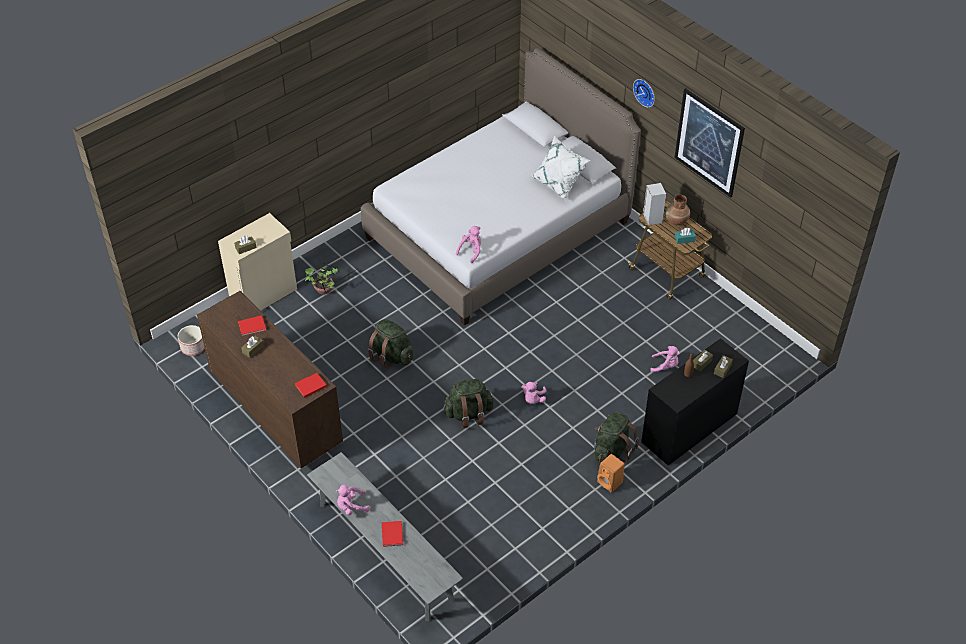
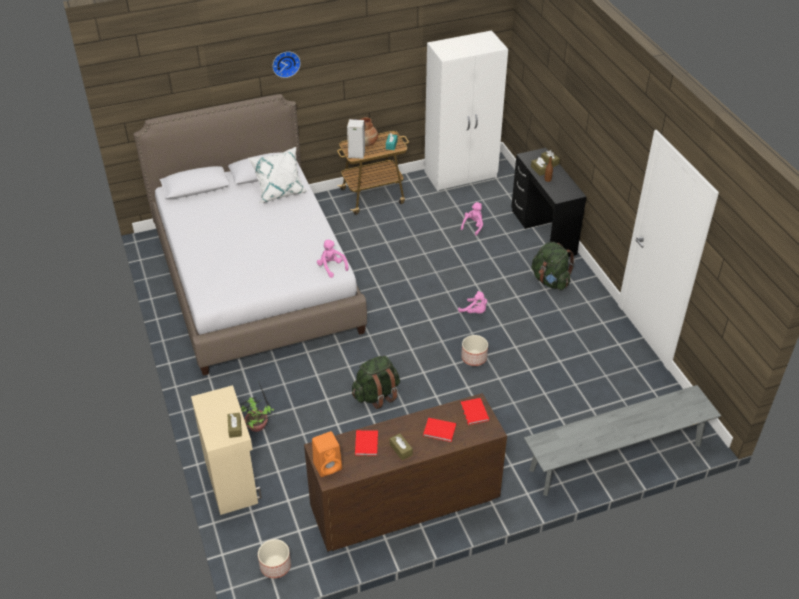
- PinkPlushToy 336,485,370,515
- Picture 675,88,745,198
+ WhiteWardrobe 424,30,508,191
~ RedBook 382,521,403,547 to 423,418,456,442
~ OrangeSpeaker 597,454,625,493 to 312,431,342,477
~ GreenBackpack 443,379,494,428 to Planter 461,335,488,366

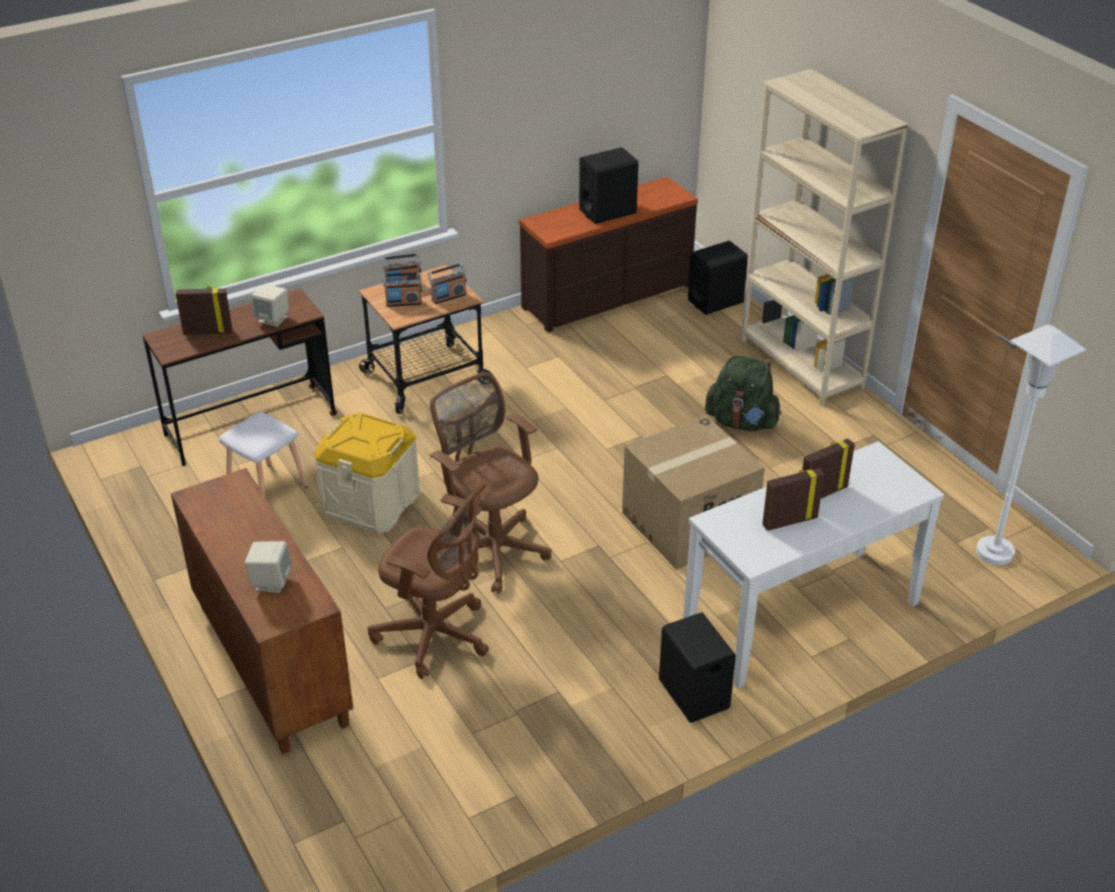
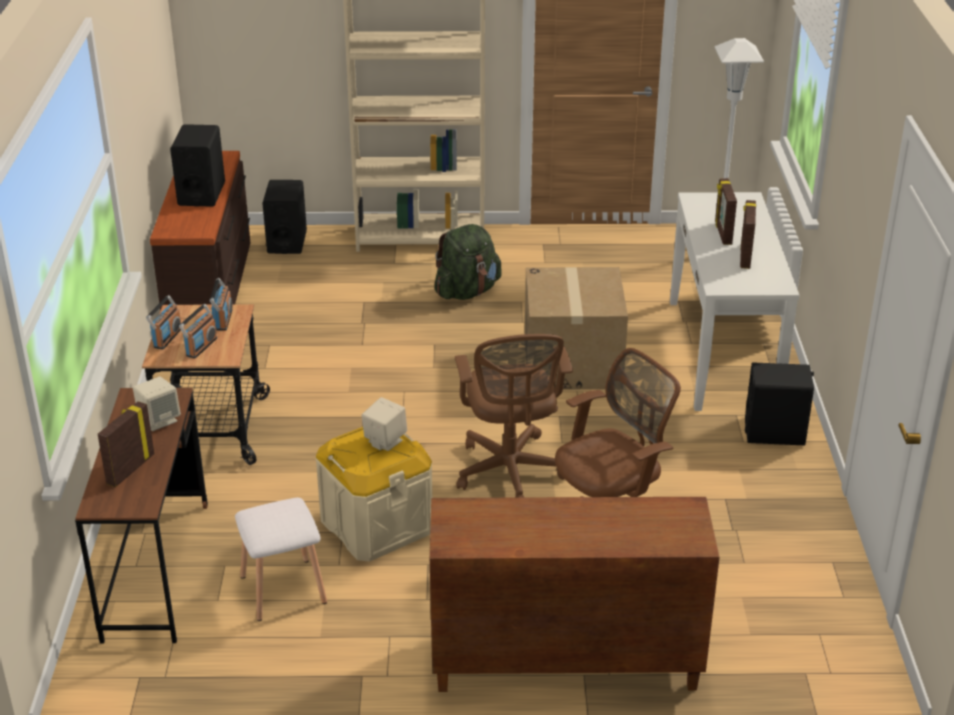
~ BeigeSpeaker 244,541,292,593 to 362,397,407,451
~ BrownOfficeChair 429,372,551,594 = 455,334,573,498 90 degrees counterclockwise

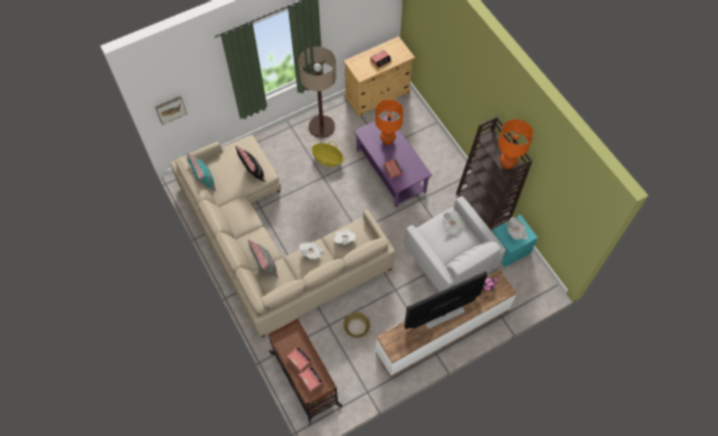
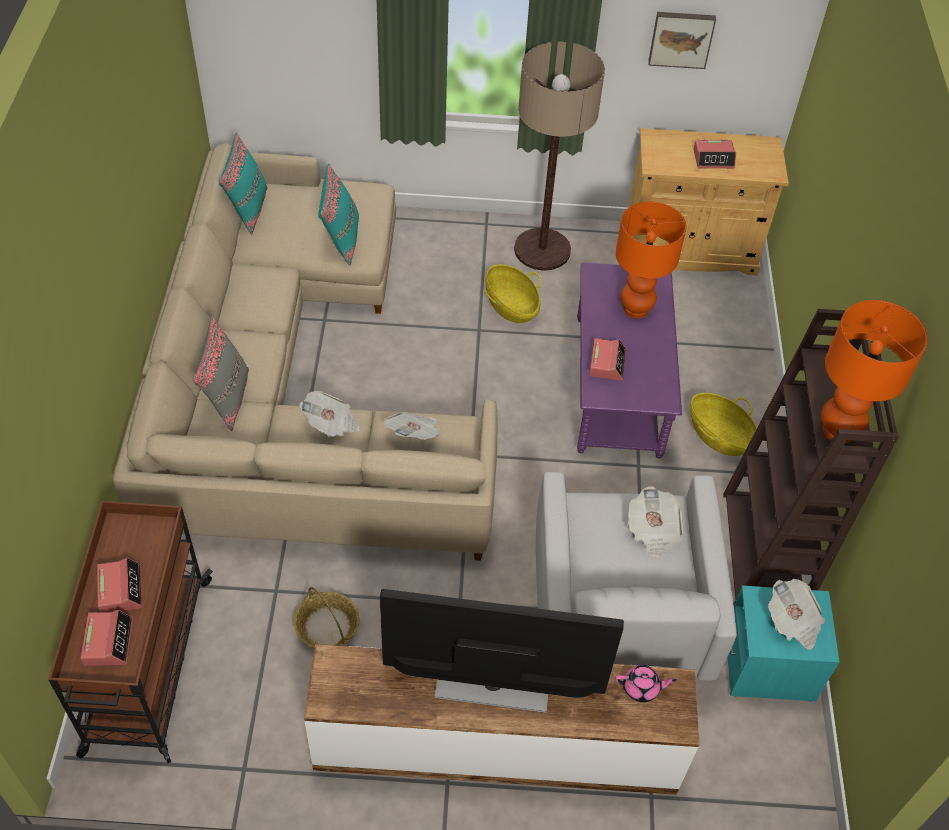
+ Basket 690,393,757,456
~ Picture 155,96,187,125 to 648,12,716,69
~ BlackPillow 235,146,266,182 to TurquoisePillow 318,163,359,266

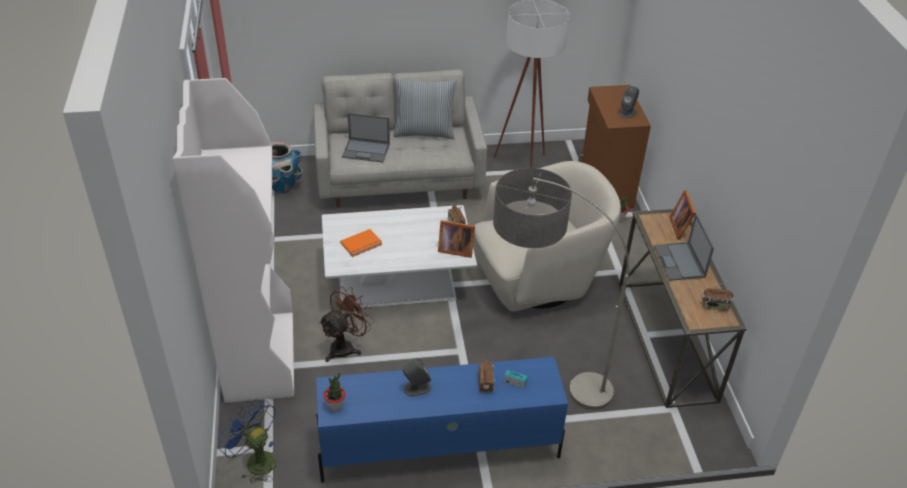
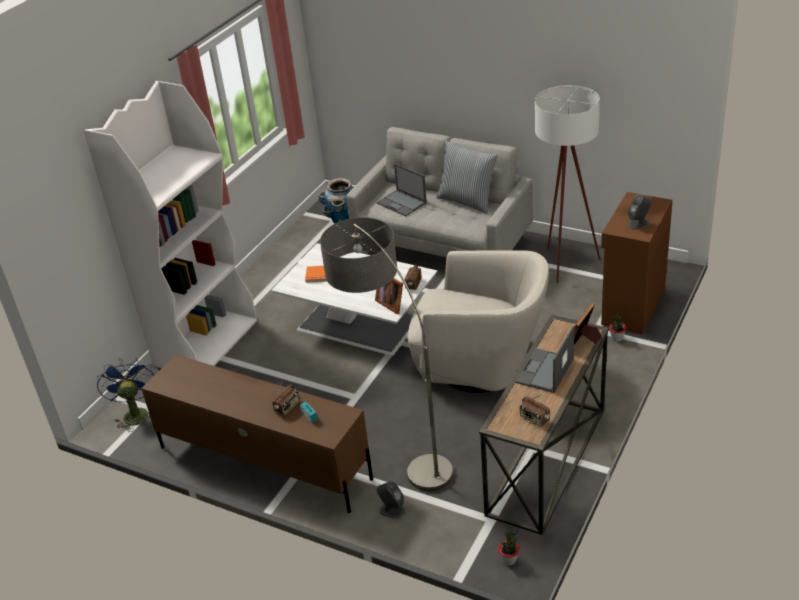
- BrownFan 319,287,374,362
~ PottedPlant 324,373,345,411 to 498,530,520,566
~ GreySpeaker 403,358,431,396 to 376,481,405,518
~ BlueTvStand 316,357,568,483 to BrownTvStand 141,354,373,513

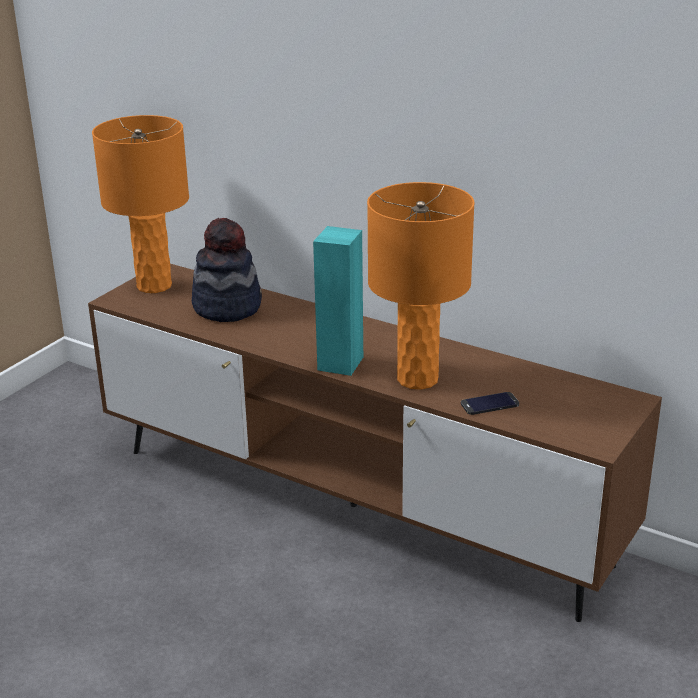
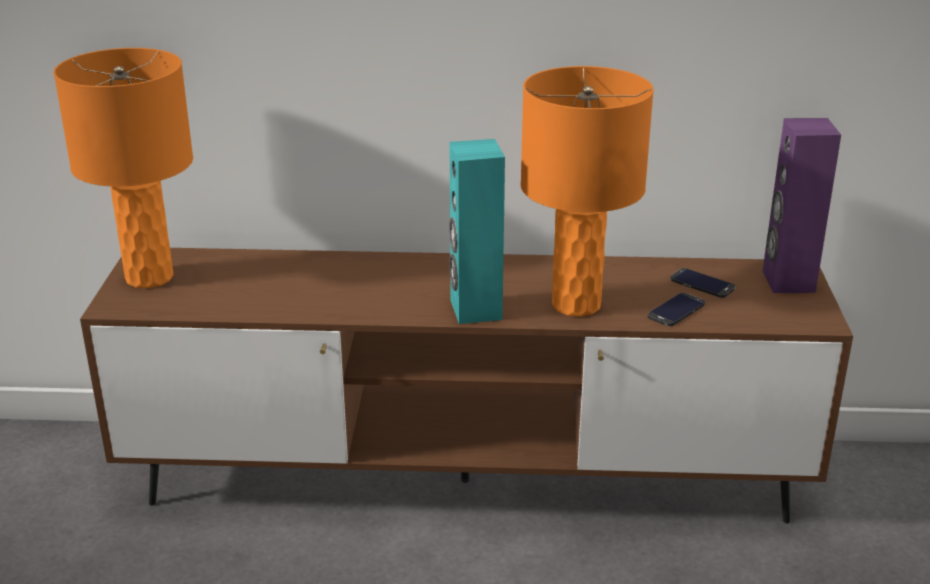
- Hat 192,218,262,322
+ Phone 670,268,735,298
+ PurpleSpeaker 763,118,841,293

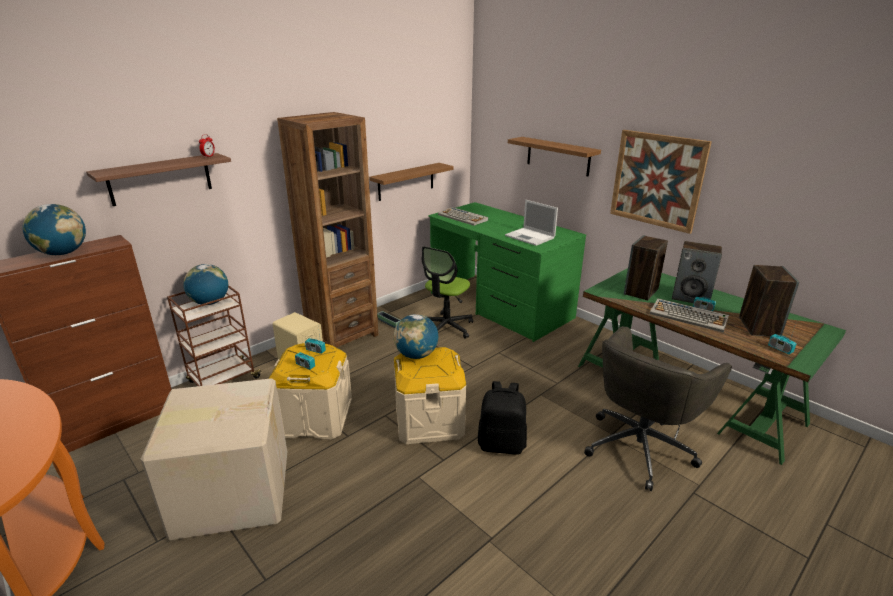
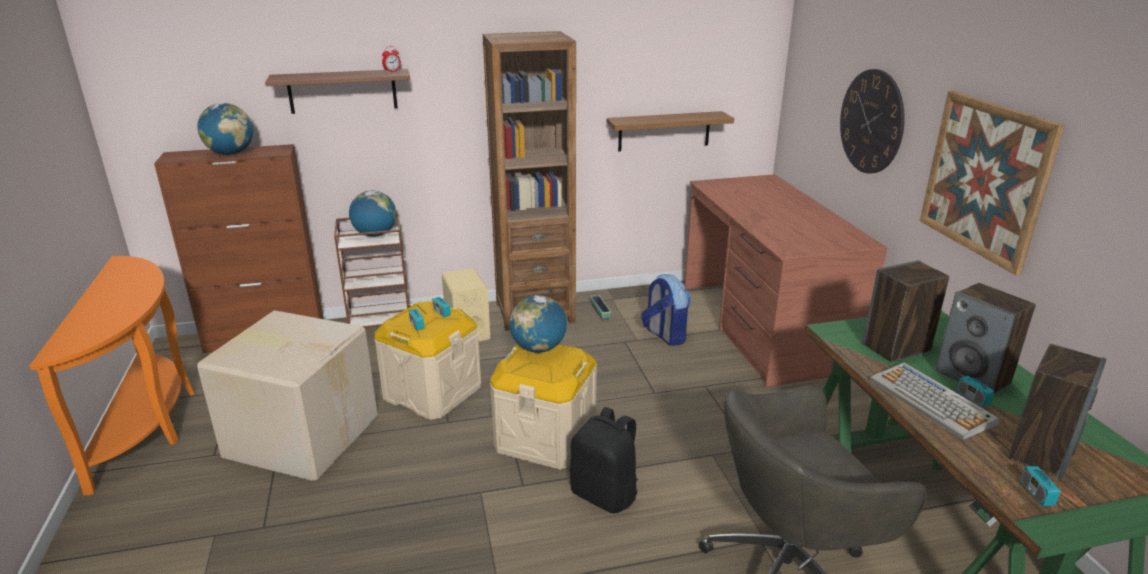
- Keyboard 438,207,488,226
- Laptop 505,200,558,246
~ OfficeChair 421,246,473,338 to Backpack 641,274,691,346
~ Shelf 508,137,601,176 to WallClock 840,69,905,174
~ GreenDesk 428,202,586,342 to BrownDesk 685,174,887,387

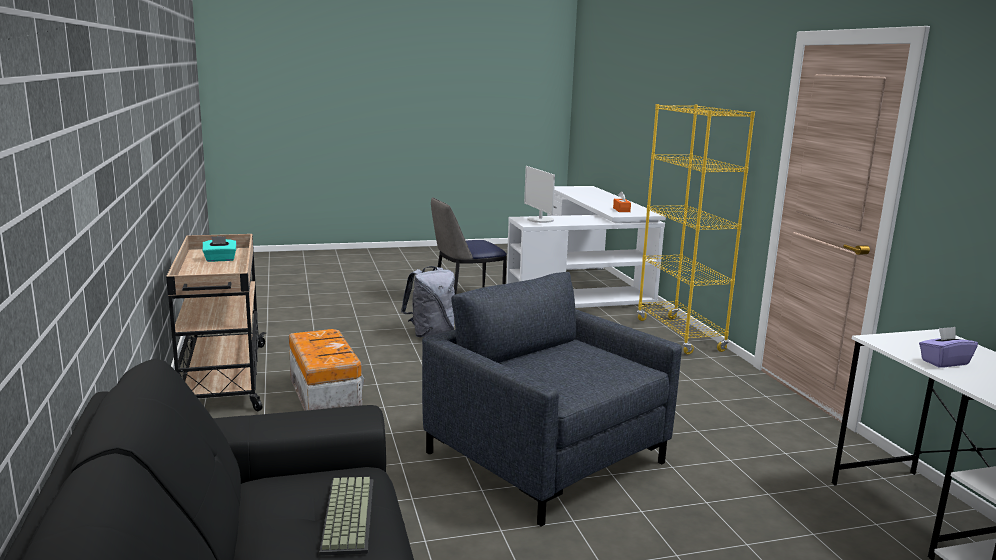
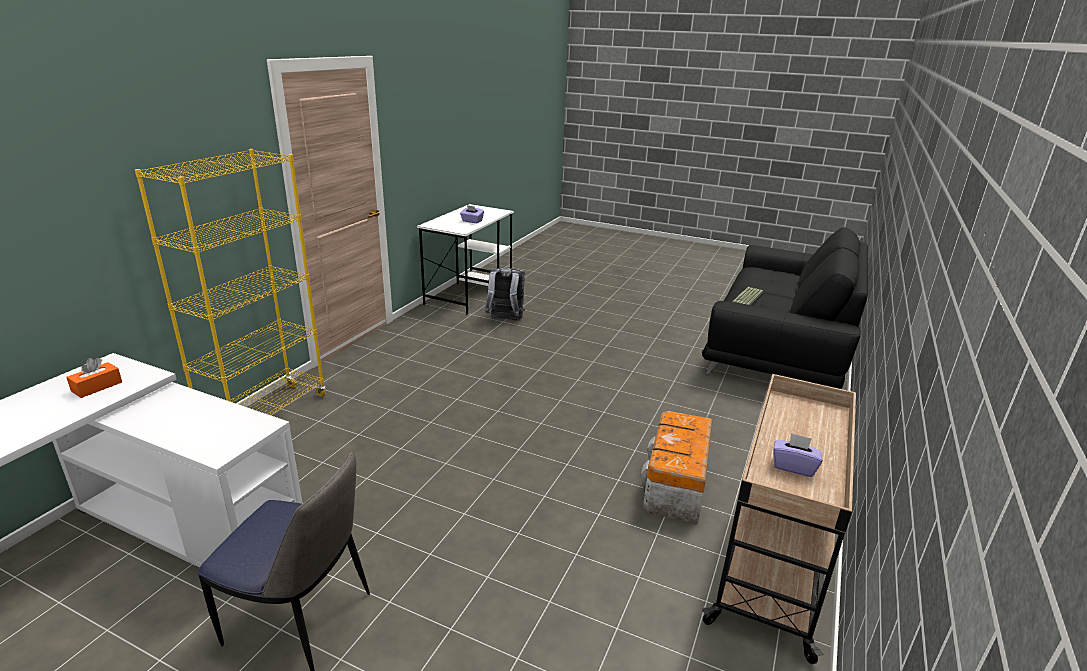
- GreyArmchair 422,272,682,527
- Monitor 524,166,555,223
~ GreyBackpack 401,266,455,337 to 485,268,525,320
~ TurquoiseTissueBox 202,236,236,262 to PurpleTissueBox 773,433,822,477

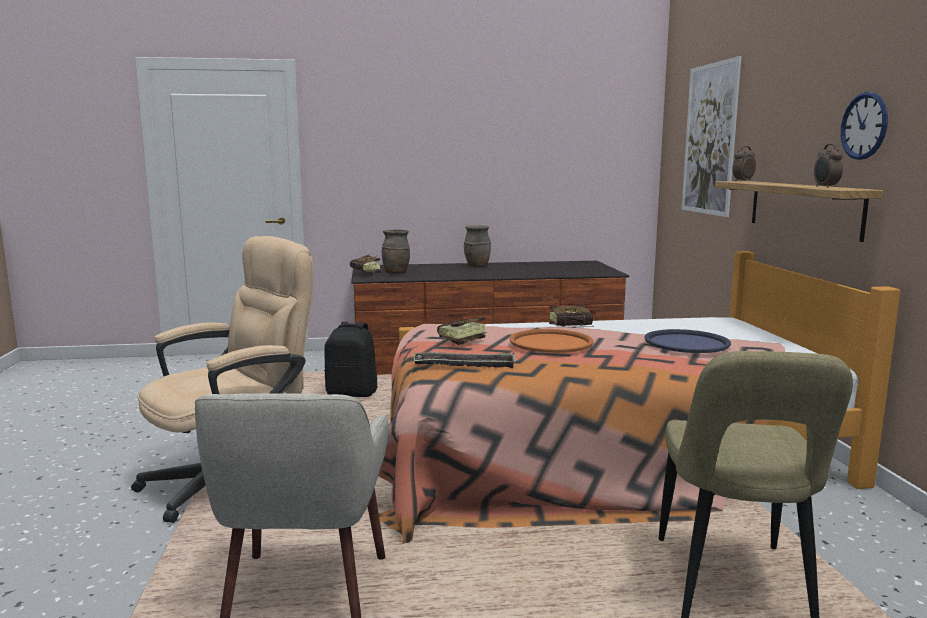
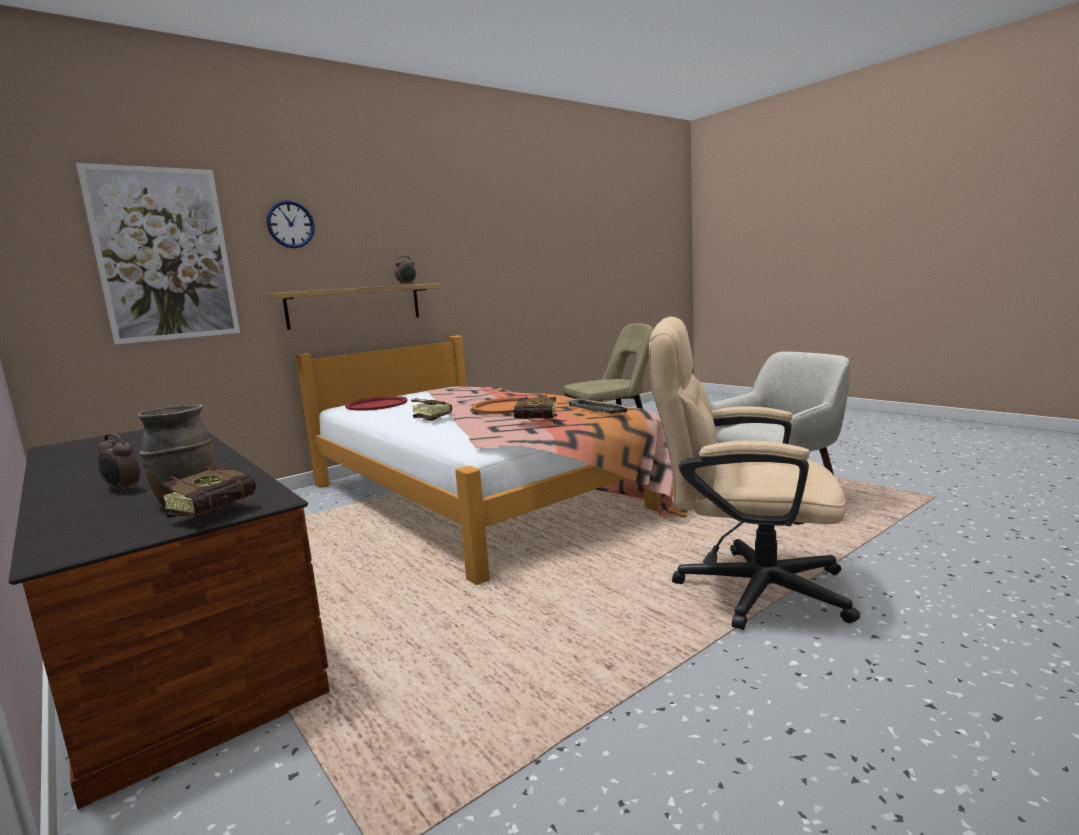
- BlackBackpack 324,322,378,397
- BrownVase 464,225,491,267
- BlueTray 644,329,731,353
+ RedTray 345,396,408,411
~ AlarmClock 732,146,756,182 to 98,433,140,493
~ WallClock 841,92,888,160 to 267,200,315,248

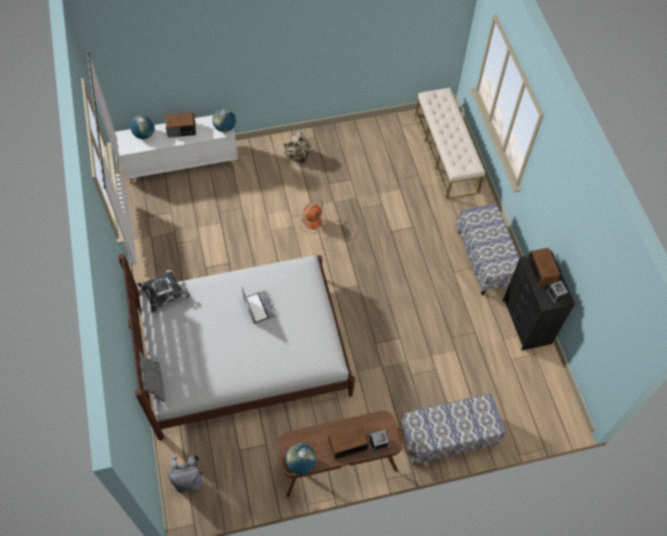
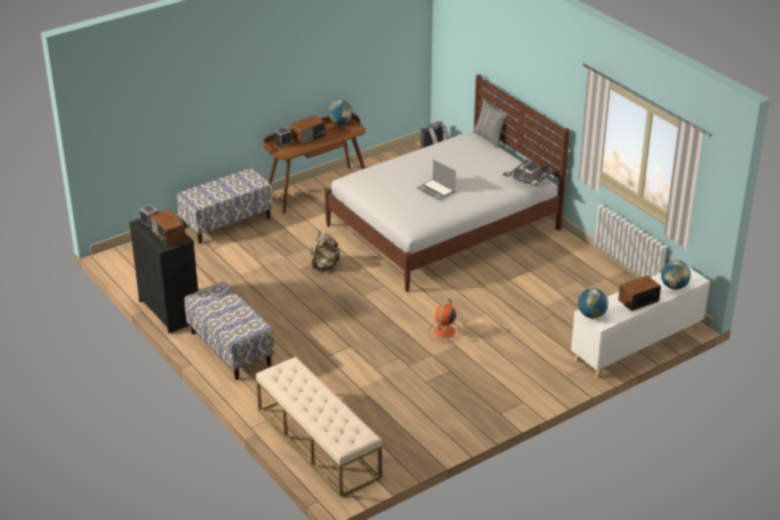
~ BeigeBackpack 283,132,311,163 to 311,231,340,271

